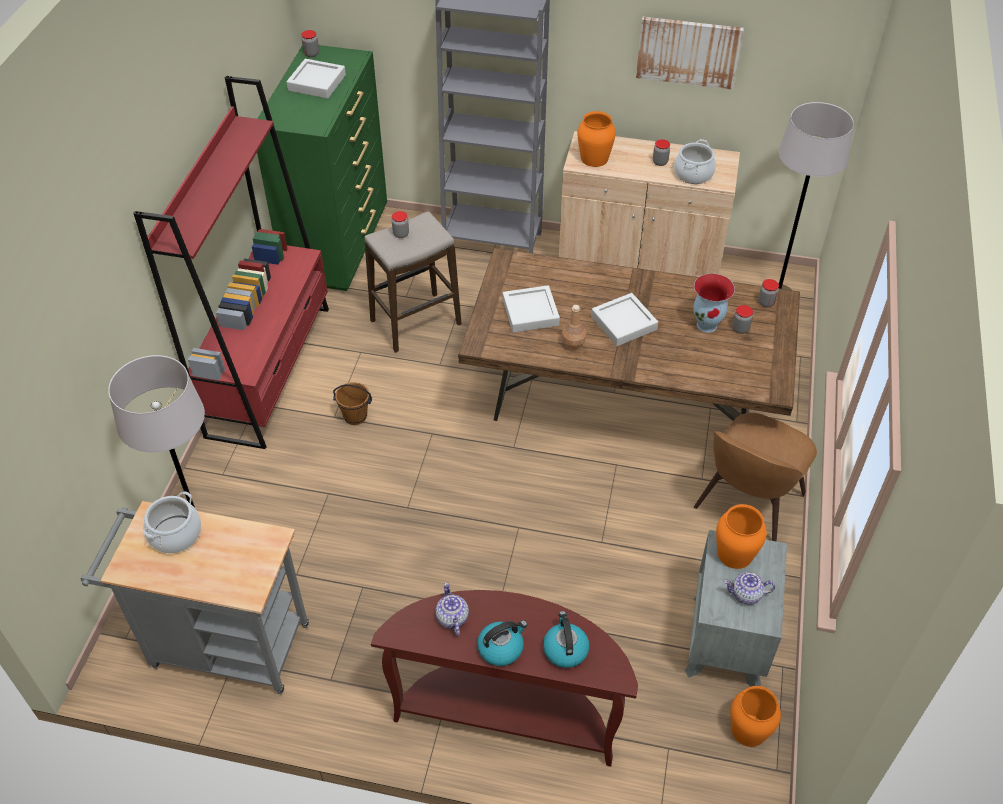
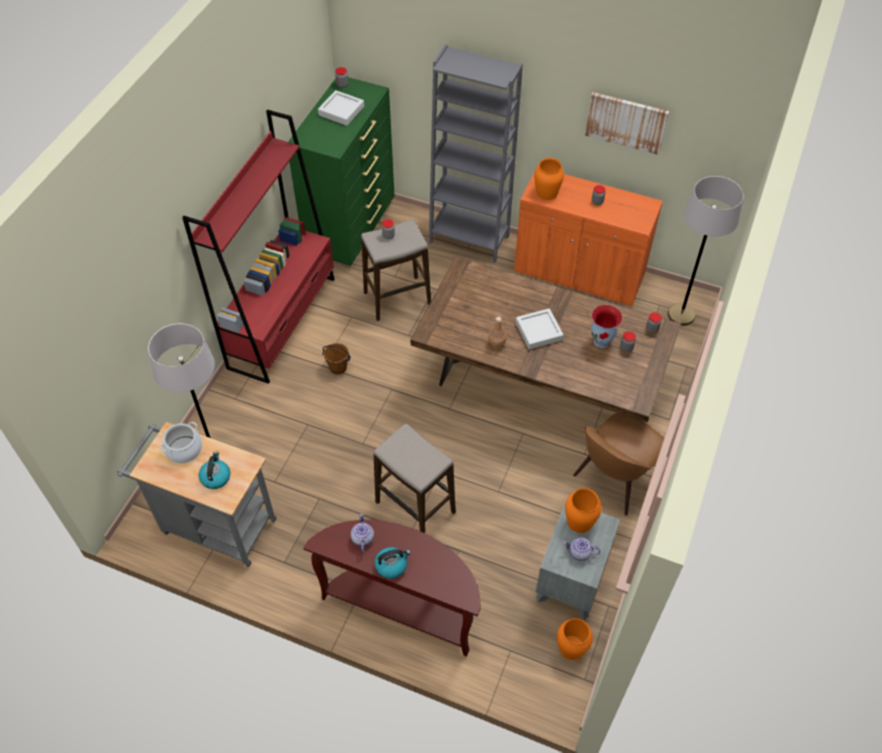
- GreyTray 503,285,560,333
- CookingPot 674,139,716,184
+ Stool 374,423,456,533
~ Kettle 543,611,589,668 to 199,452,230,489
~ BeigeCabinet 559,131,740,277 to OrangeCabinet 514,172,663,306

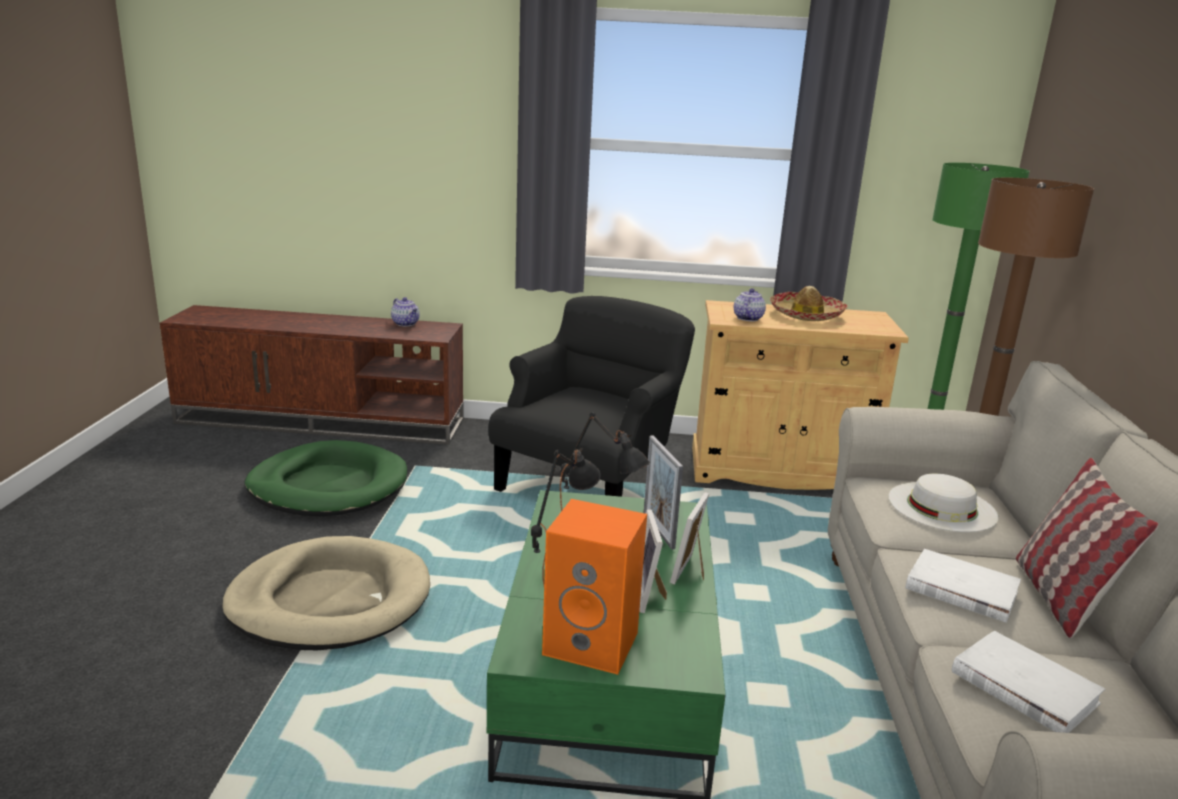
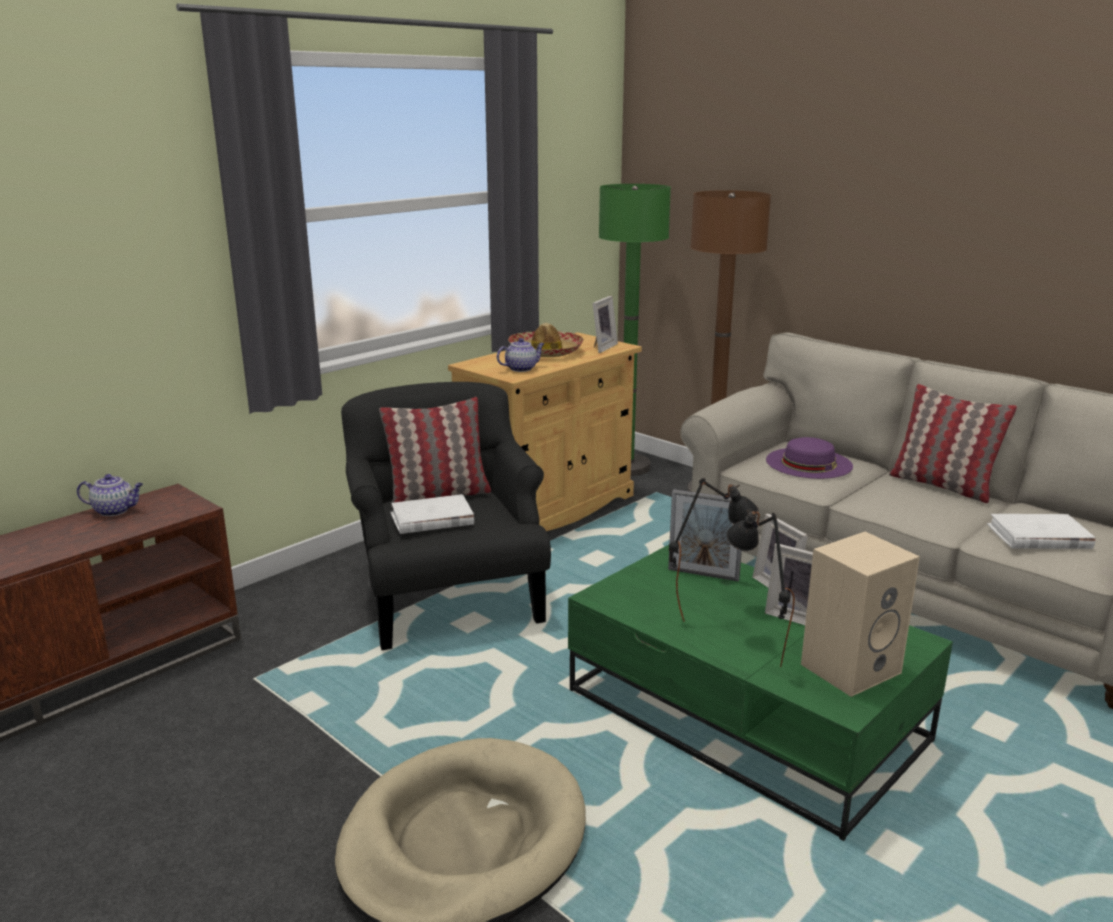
- GreenDogBed 245,440,407,516
+ Pillow 379,397,491,508
+ PictureFrame 592,296,618,353
~ WhiteBook 905,549,1021,623 to 390,494,474,534
~ OrangeSpeaker 542,499,647,675 to BeigeSpeaker 801,532,920,697
~ WhiteHat 888,474,998,532 to PurpleHat 766,437,853,479
~ Teapot 734,288,766,321 = 497,338,545,372 90 degrees clockwise

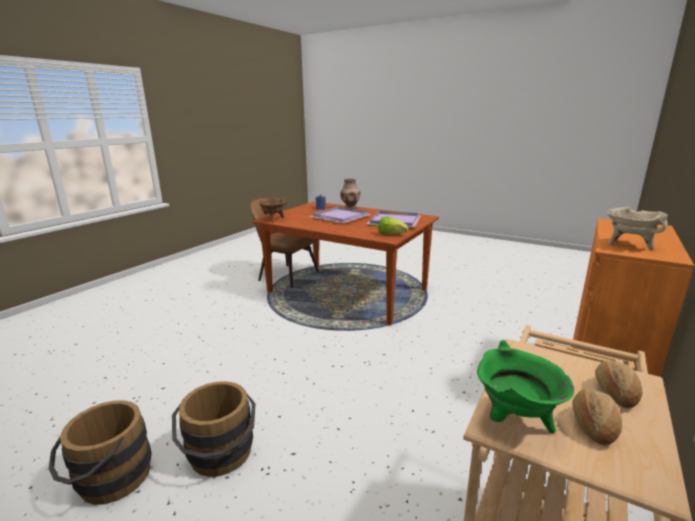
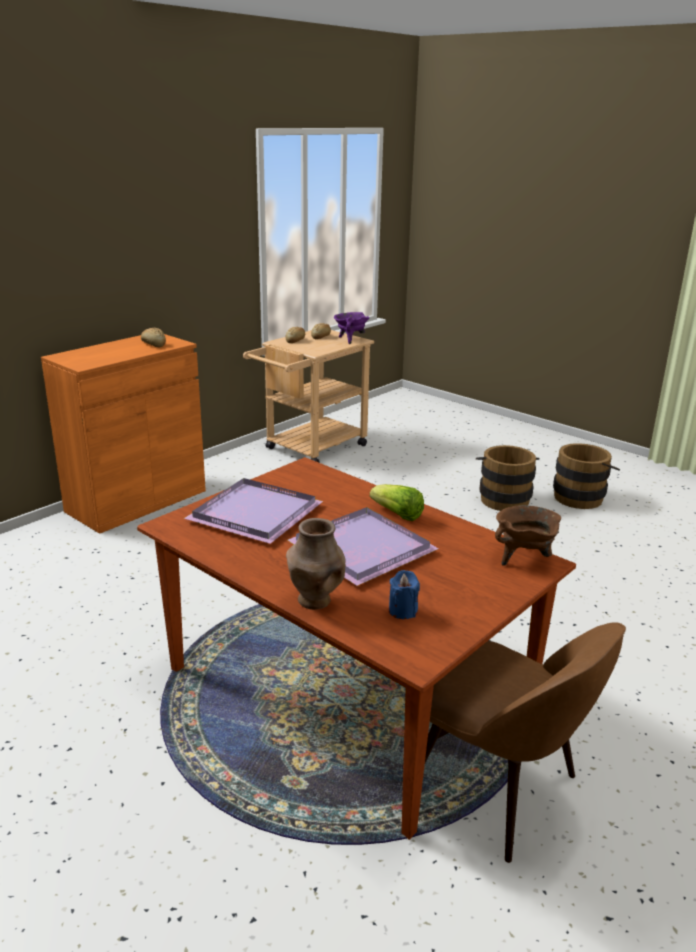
~ Lettuce 378,217,408,234 to 370,484,424,521
~ BeigeCookingPot 607,207,668,251 to Bread 141,327,166,347
~ GreenCookingPot 477,340,574,433 to PurpleCookingPot 334,312,370,344

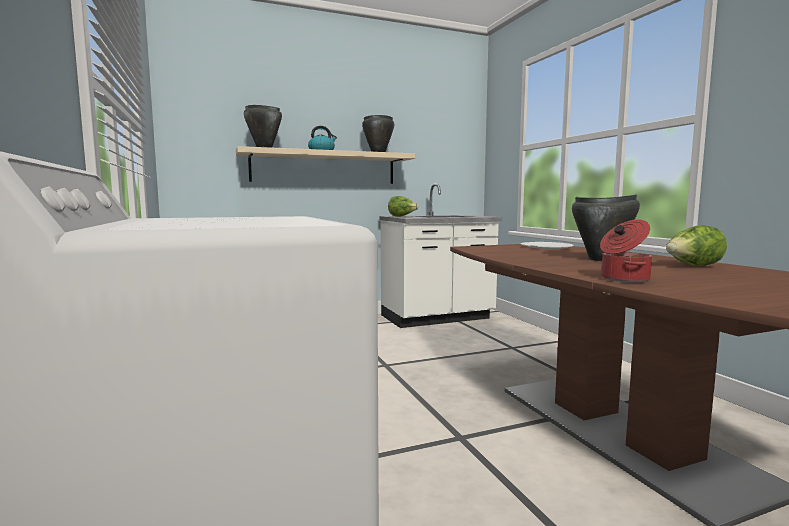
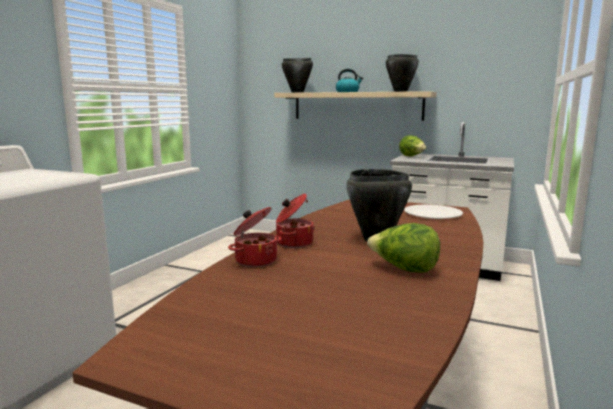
+ CookingPot 276,194,315,248

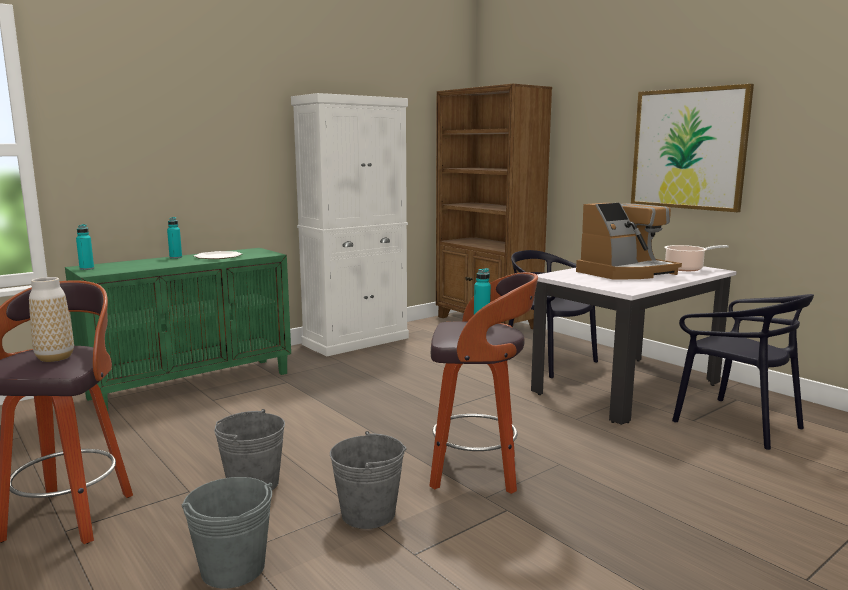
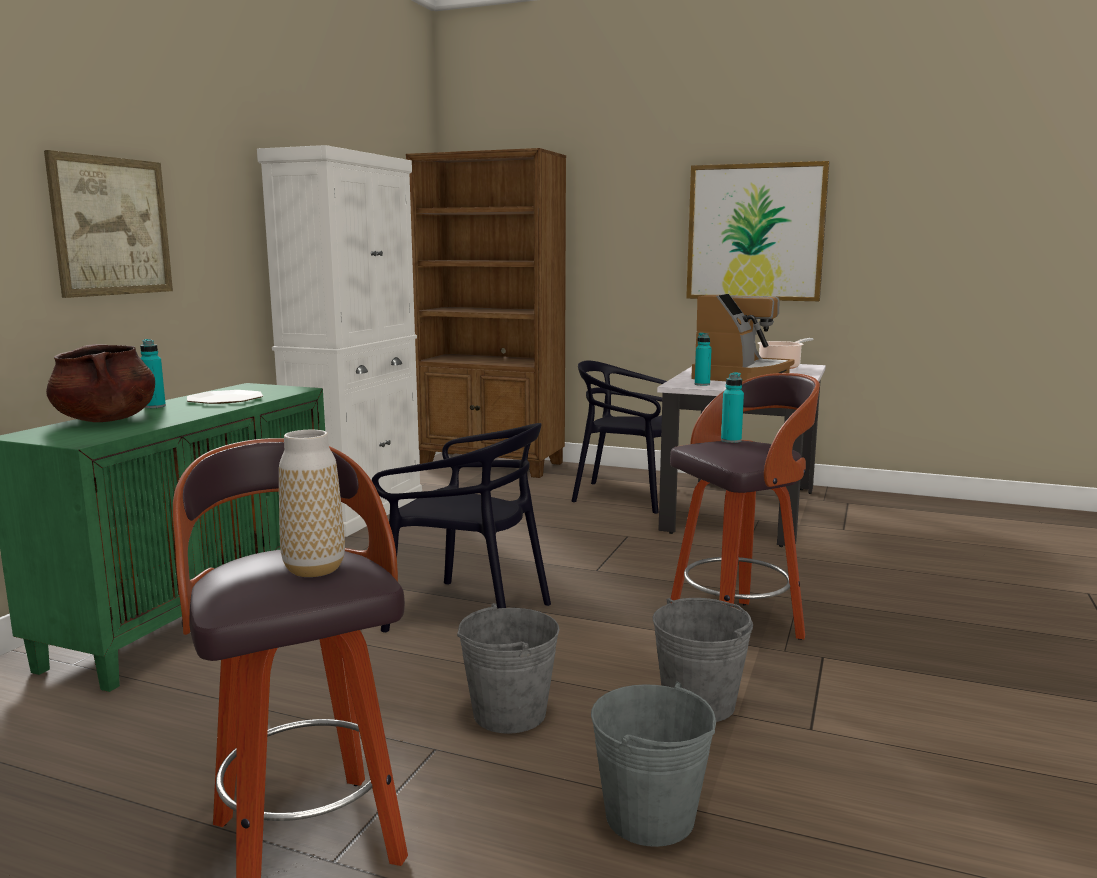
+ Picture 44,150,173,298
+ BrownCookingPot 46,344,155,422
~ TurquoiseBottle 76,224,94,270 to 695,333,712,386
~ BlackChair 672,294,814,450 to 372,423,551,633

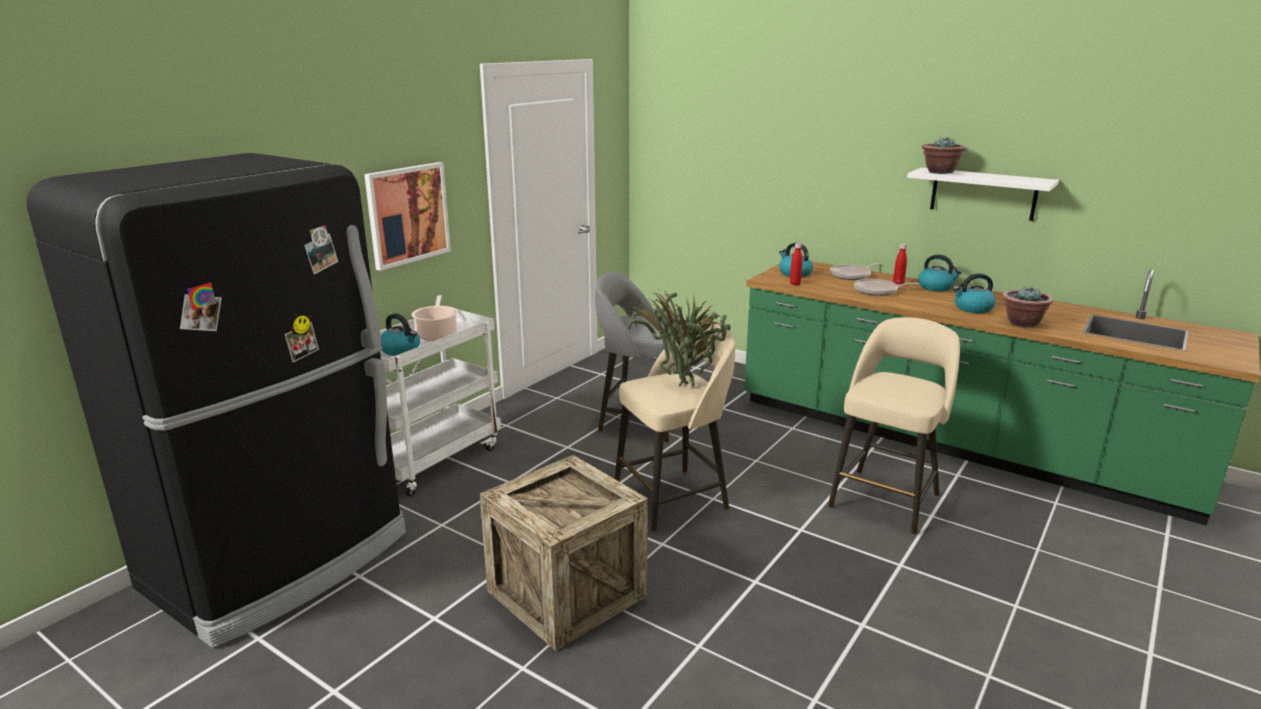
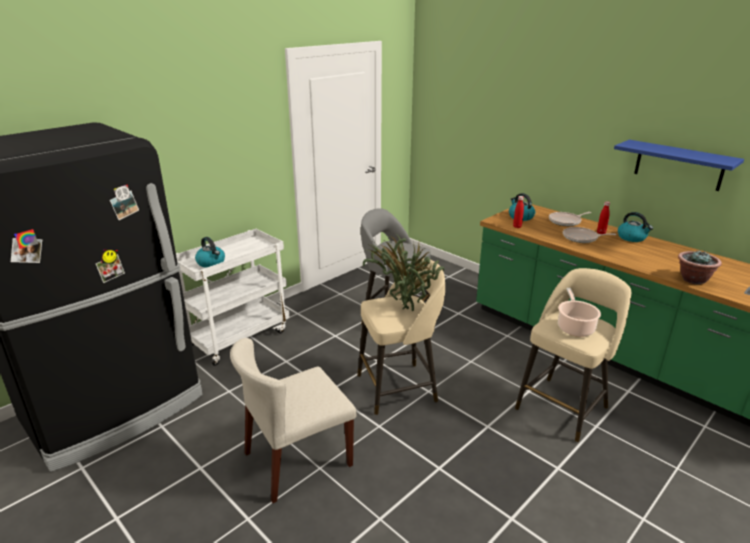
- Picture 364,162,451,271
- PottedPlant 922,137,967,174
- Kettle 953,273,996,313
~ CookingPot 412,295,458,341 to 558,288,601,337
~ Crate 480,455,648,651 to BeigeChair 230,338,357,503
~ WhiteShelf 907,168,1059,221 to BlueShelf 614,140,744,191

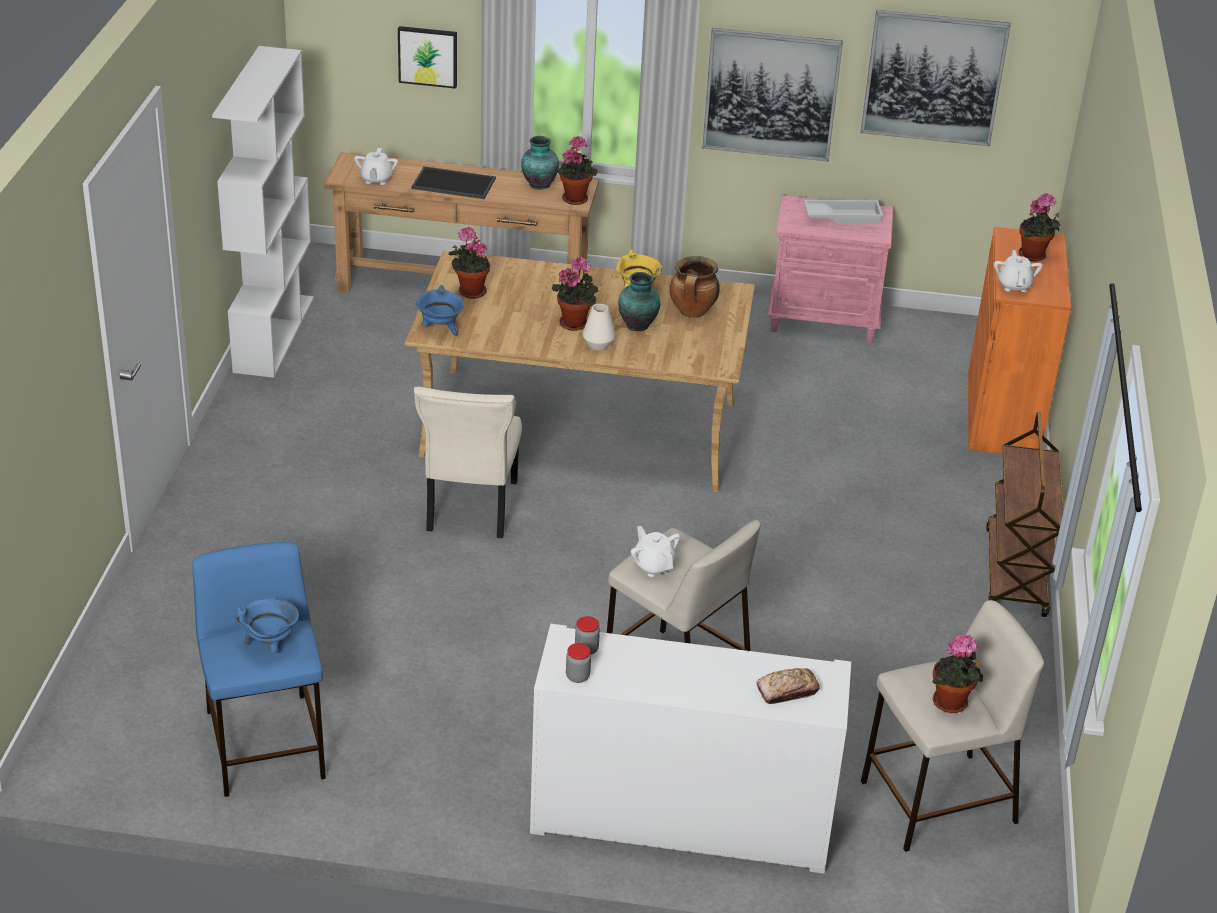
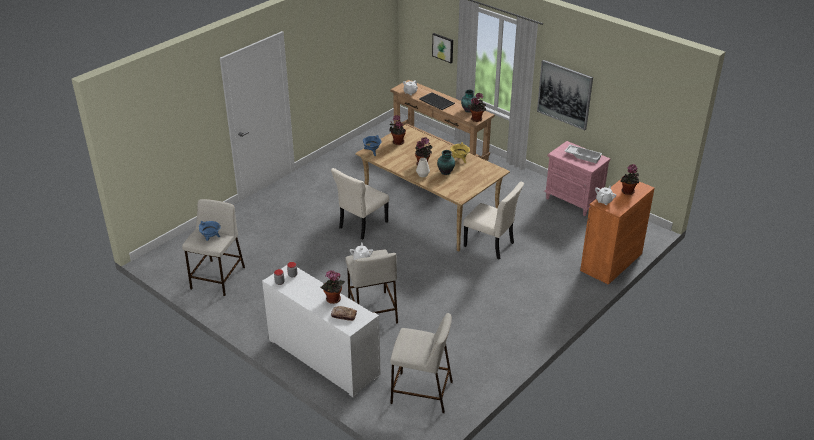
- WhiteBookcase 212,46,314,378
- CookingPot 669,256,720,318
- Picture 861,10,1011,146
- BrownCart 986,412,1064,617
+ BeigeChair 463,182,524,259
~ PottedPlant 932,634,983,713 to 321,271,345,304
~ BlueStool 192,542,326,797 to BeigeStool 182,199,245,296

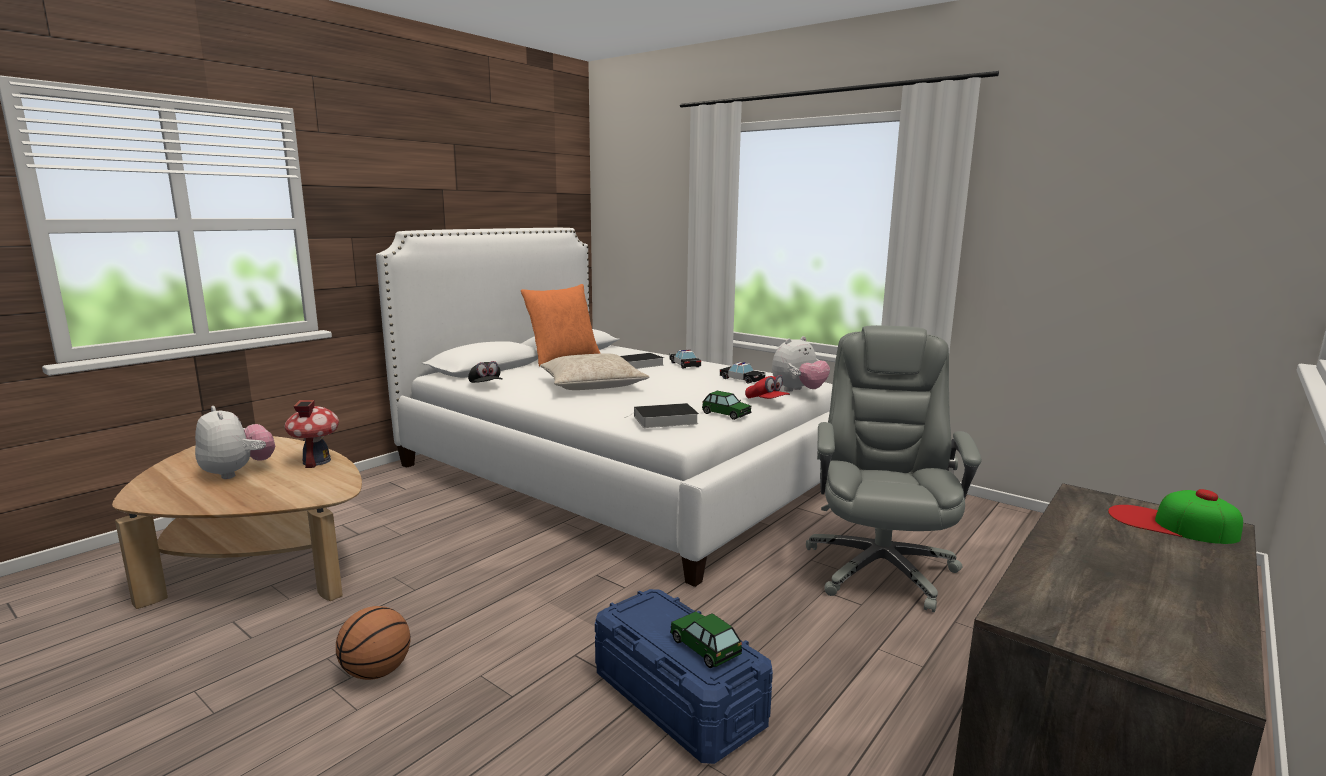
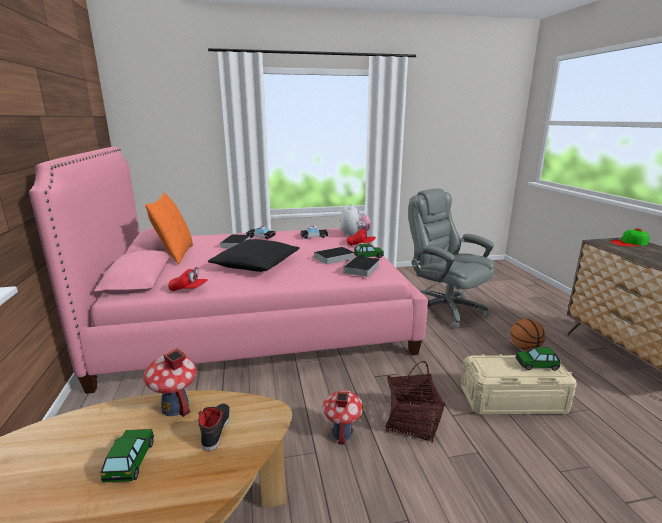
+ BlackShoe 198,403,230,451
+ Book 312,247,355,265
+ ToyHouse 323,390,363,445
+ Basket 385,361,445,443
~ Basketball 336,606,410,680 to 510,319,545,351
~ PlushToy 195,406,275,479 to ToyCar 100,429,154,483
~ WhiteBed 376,228,833,587 to PinkBed 29,147,428,394
~ BlackCap 468,361,503,383 to RedCap 168,267,208,291
~ BeigePillow 540,353,649,390 to BlackPillow 208,239,300,272
~ BlueStorageBox 595,589,773,764 to BeigeStorageBox 461,354,577,415

